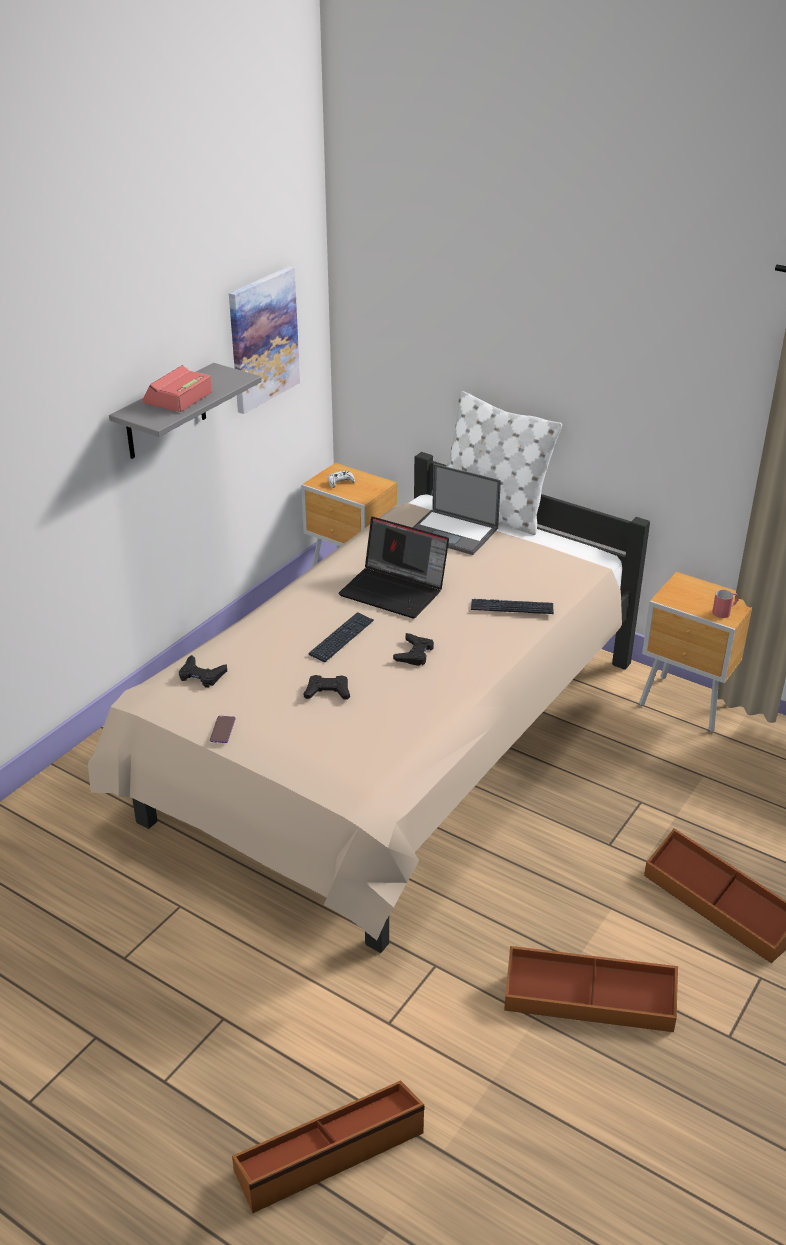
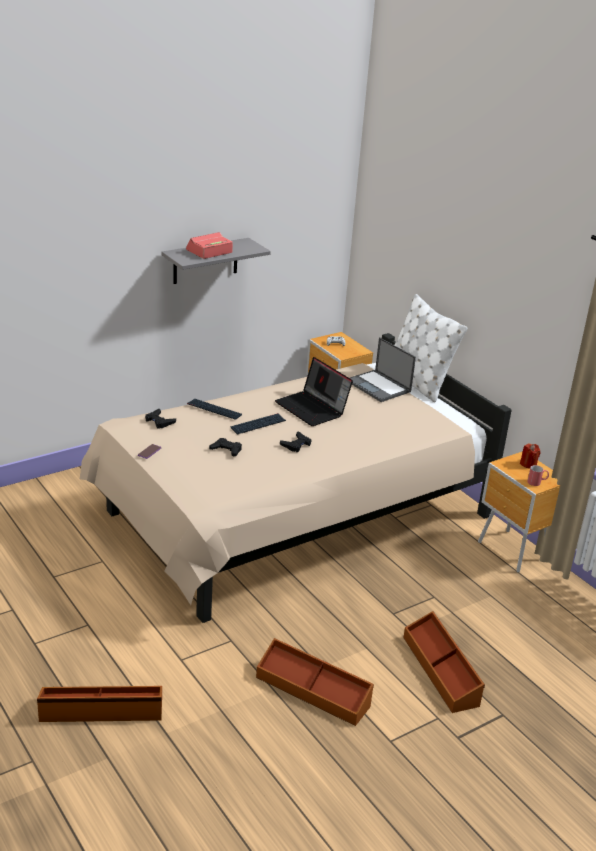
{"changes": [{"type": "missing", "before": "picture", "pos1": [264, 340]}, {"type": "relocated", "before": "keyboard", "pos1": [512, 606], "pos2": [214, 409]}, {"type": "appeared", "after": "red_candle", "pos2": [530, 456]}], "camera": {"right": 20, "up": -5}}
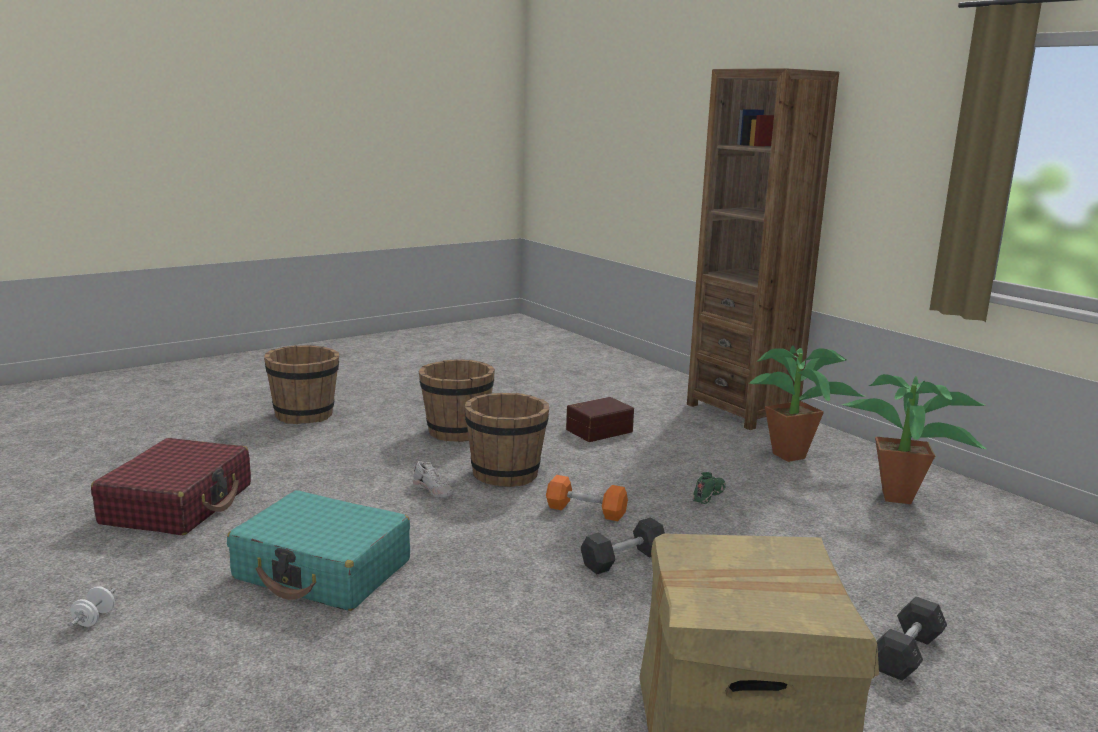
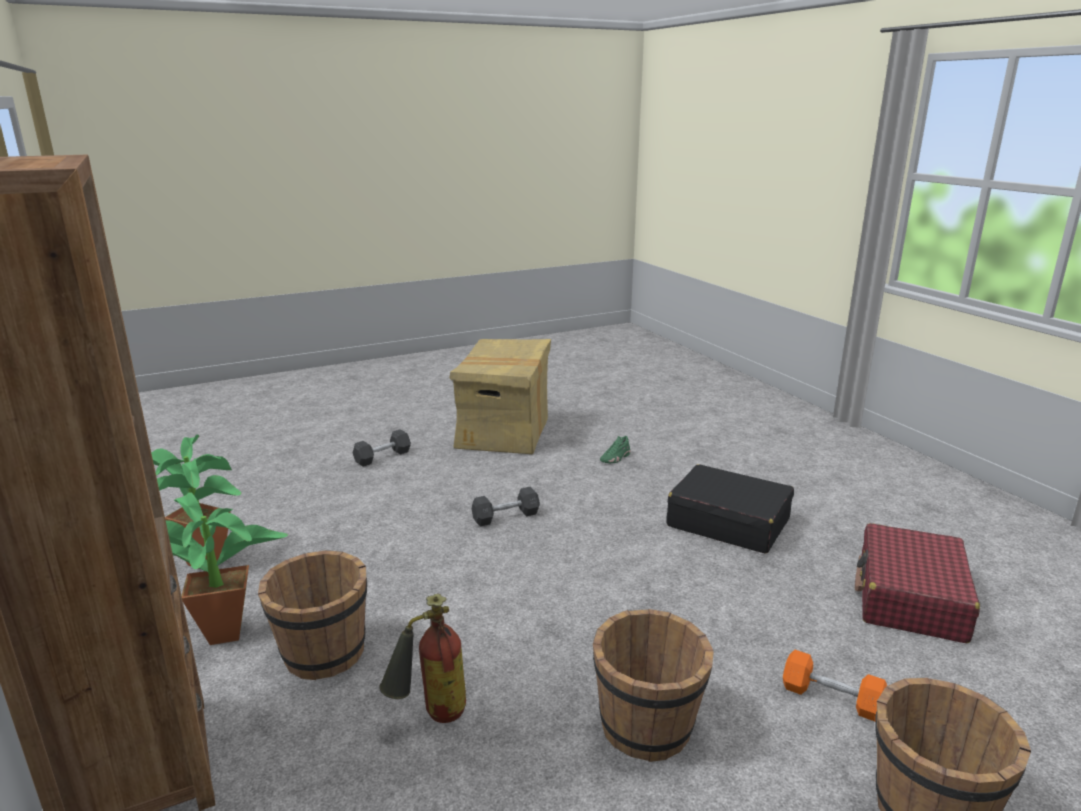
{"changes": [{"type": "relocated", "before": "brown_bucket", "pos1": [507, 440], "pos2": [312, 615]}, {"type": "exchanged", "before": "brown_storage_box", "after": "fire_extinguisher", "pos1": [600, 419], "pos2": [422, 658]}, {"type": "missing", "before": "white_shoe", "pos1": [433, 479]}, {"type": "relocated", "before": "green_shoe", "pos1": [709, 488], "pos2": [615, 449]}, {"type": "relocated", "before": "orange_dumbbell", "pos1": [587, 498], "pos2": [835, 685]}, {"type": "colour", "before": "turquoise_suitcase", "after": "black_suitcase", "pos1": [318, 550], "pos2": [730, 508]}, {"type": "missing", "before": "white_dumbbell", "pos1": [93, 606]}], "camera": {"right": -170, "up": 5}}
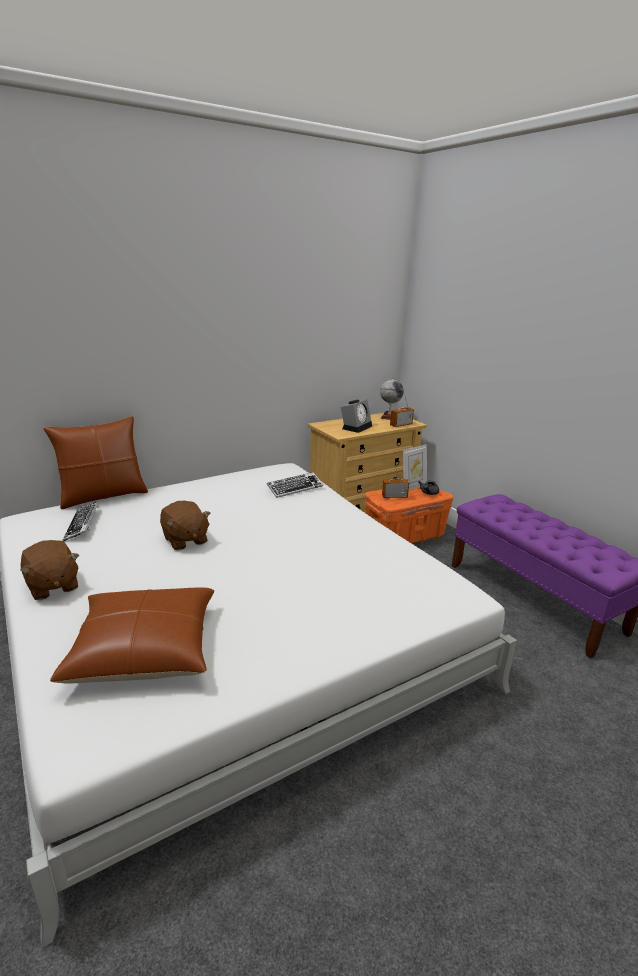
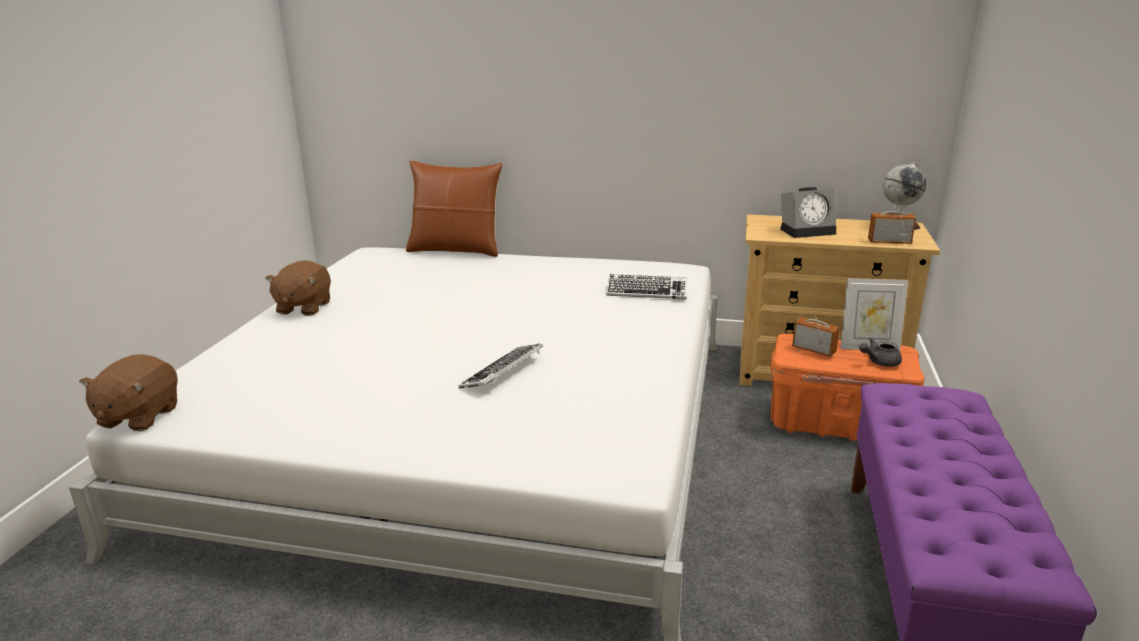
{"changes": [{"type": "relocated", "before": "keyboard", "pos1": [81, 521], "pos2": [501, 366]}, {"type": "relocated", "before": "brown_plush_toy", "pos1": [185, 525], "pos2": [128, 392]}, {"type": "missing", "before": "brown_pillow", "pos1": [132, 636]}], "camera": {"right": 45, "up": 0}}
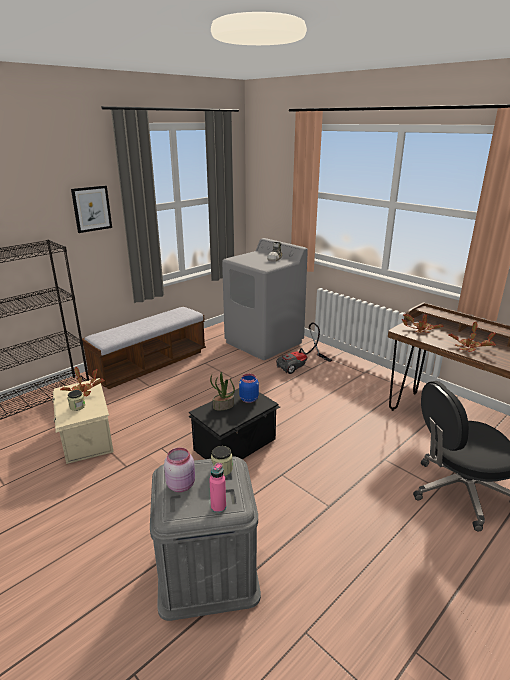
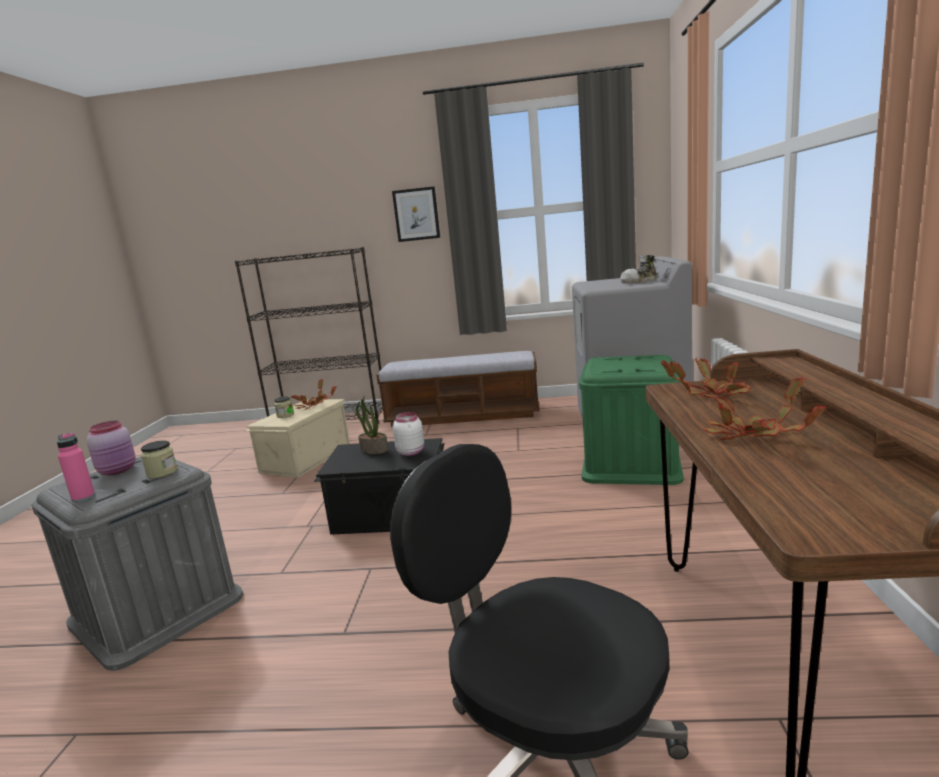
{"changes": [{"type": "exchanged", "before": "vacuum_cleaner", "after": "green_storage_box", "pos1": [304, 348], "pos2": [631, 420]}, {"type": "colour", "before": "blue_jar", "after": "white_jar", "pos1": [249, 388], "pos2": [408, 434]}], "camera": {"right": 50, "up": -10}}
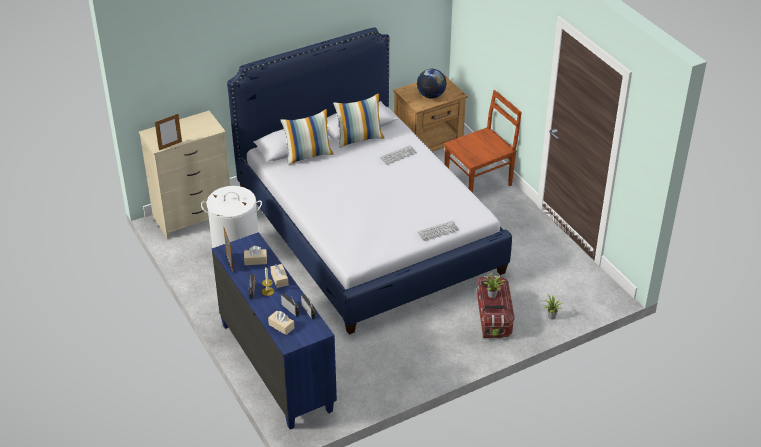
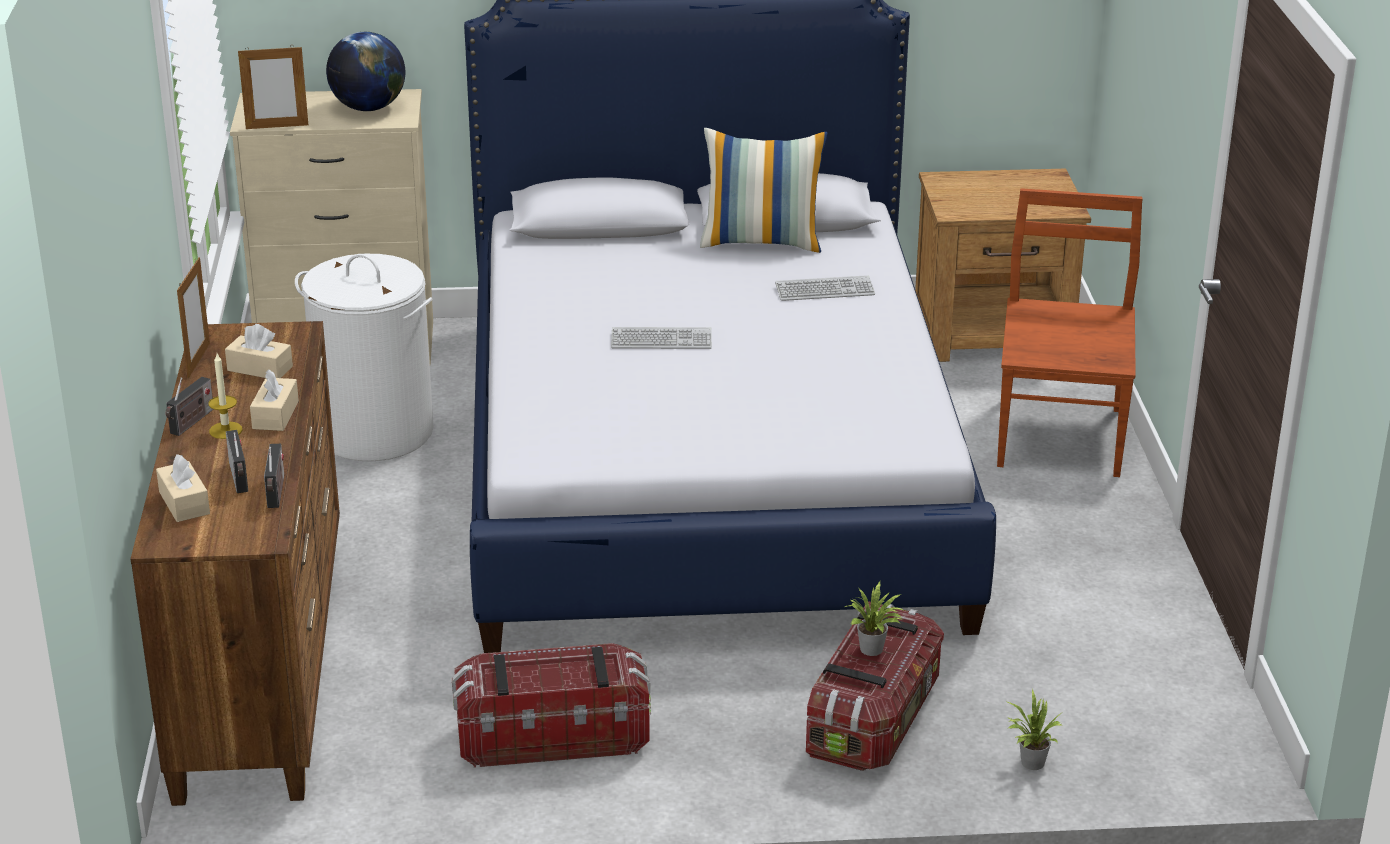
{"changes": [{"type": "relocated", "before": "globe", "pos1": [431, 84], "pos2": [365, 71]}, {"type": "spun", "before": "brown_chair", "pos1": [483, 141], "pos2": [1070, 332], "turn": -75}, {"type": "missing", "before": "pillow", "pos1": [307, 137]}, {"type": "relocated", "before": "keyboard", "pos1": [438, 231], "pos2": [661, 338]}, {"type": "colour", "before": "blue_dresser", "after": "brown_dresser", "pos1": [274, 330], "pos2": [235, 563]}, {"type": "appeared", "after": "storage_box", "pos2": [551, 705]}], "camera": {"right": 25, "up": -10}}
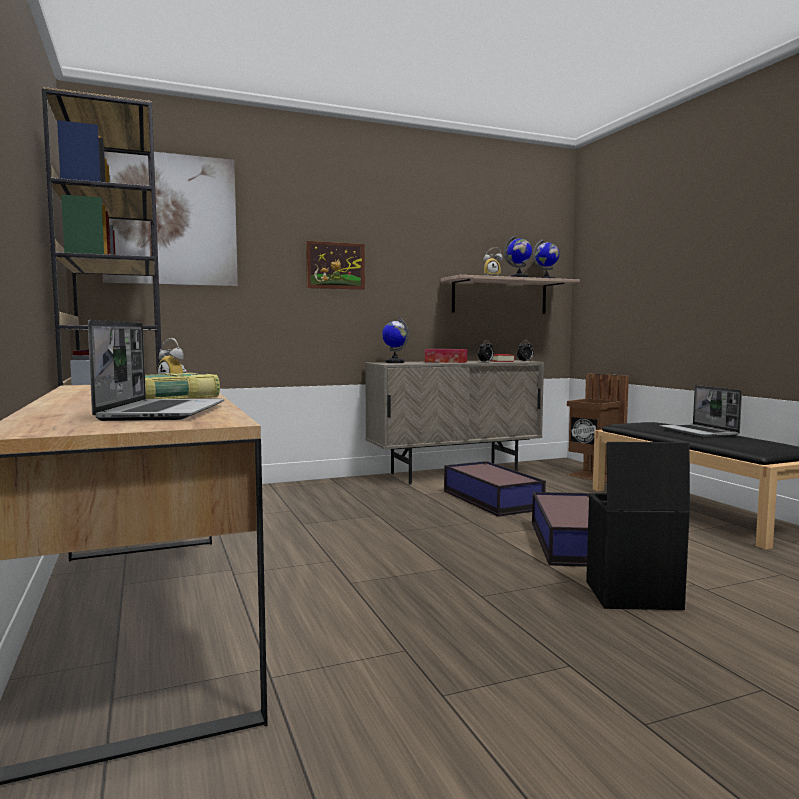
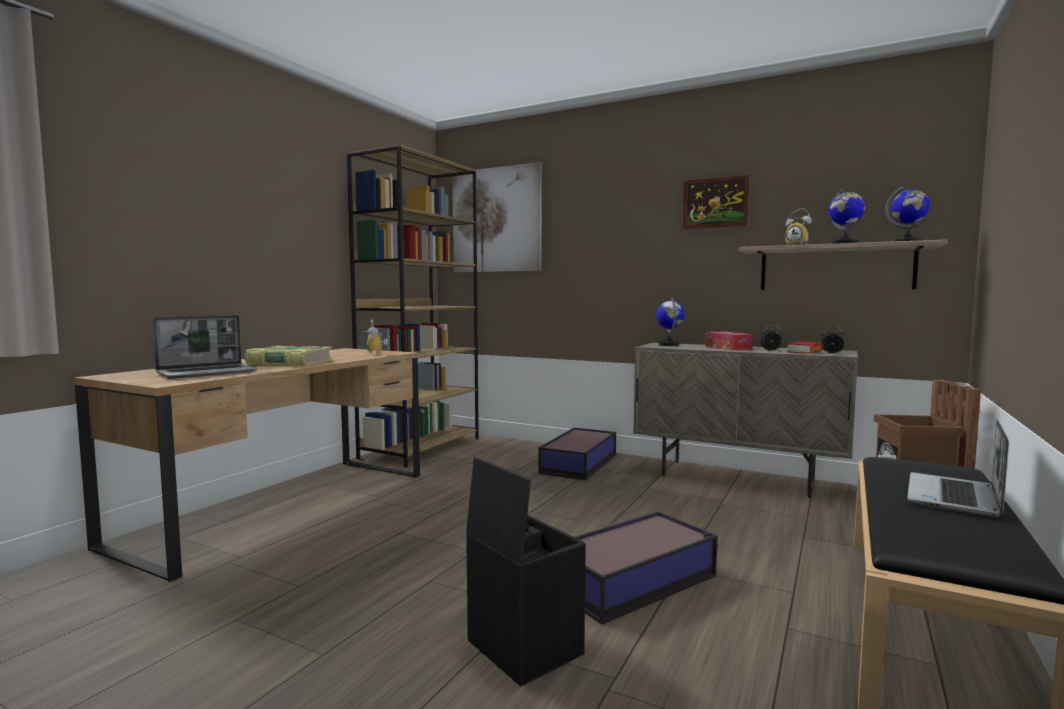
{"changes": [{"type": "relocated", "before": "picture", "pos1": [335, 265], "pos2": [716, 202]}, {"type": "relocated", "before": "storage_box", "pos1": [495, 489], "pos2": [577, 454]}], "camera": {"right": 50, "up": 0}}
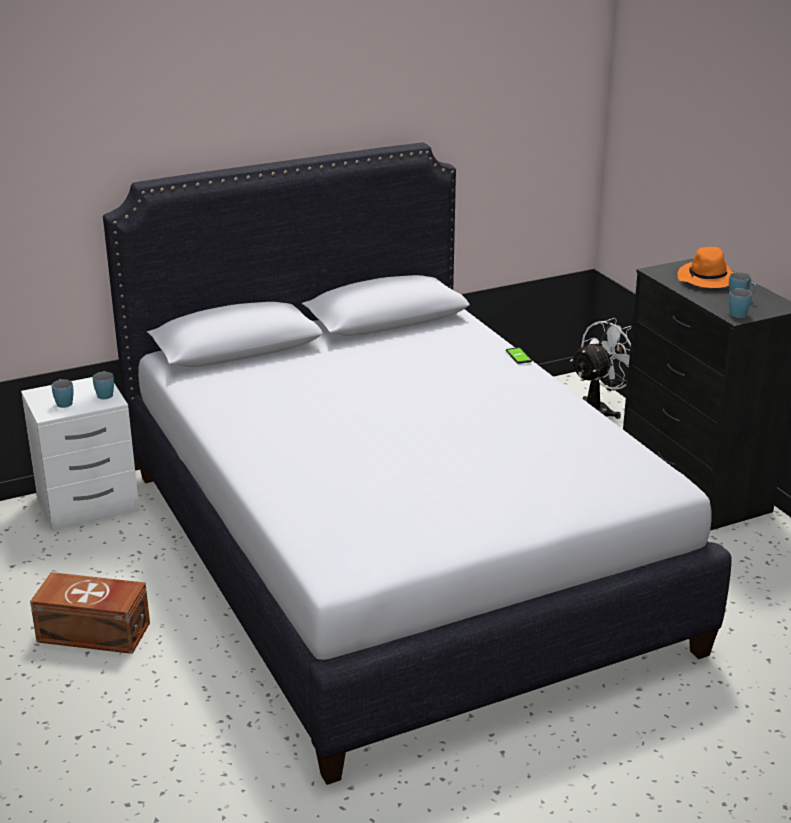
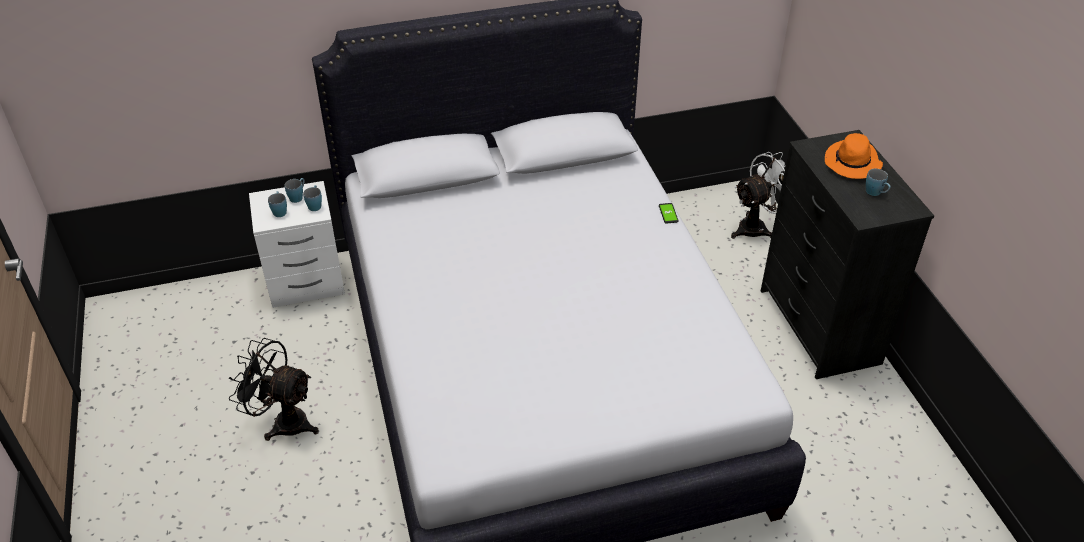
{"changes": [{"type": "relocated", "before": "blue_mug", "pos1": [740, 303], "pos2": [294, 190]}, {"type": "exchanged", "before": "brown_storage_box", "after": "black_fan", "pos1": [90, 613], "pos2": [274, 389]}], "camera": {"right": 10, "up": 15}}
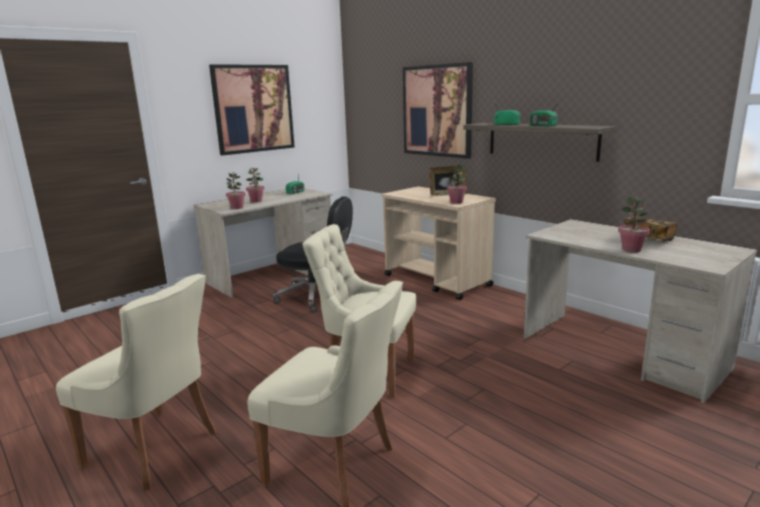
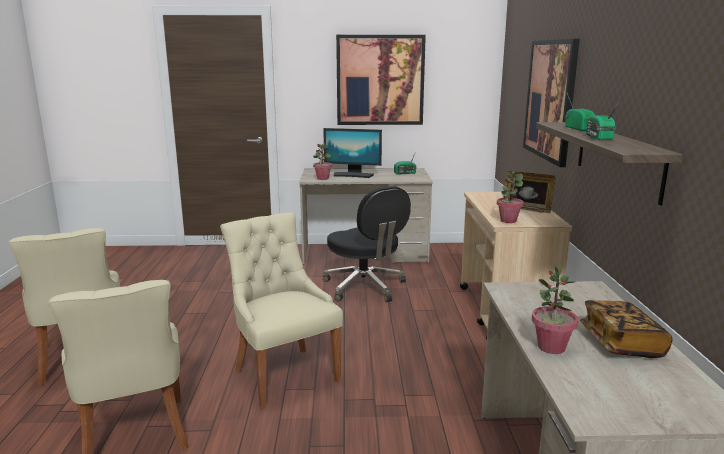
{"changes": [{"type": "exchanged", "before": "potted_plant", "after": "monitor", "pos1": [255, 184], "pos2": [352, 153]}], "camera": {"right": 40, "up": 0}}
